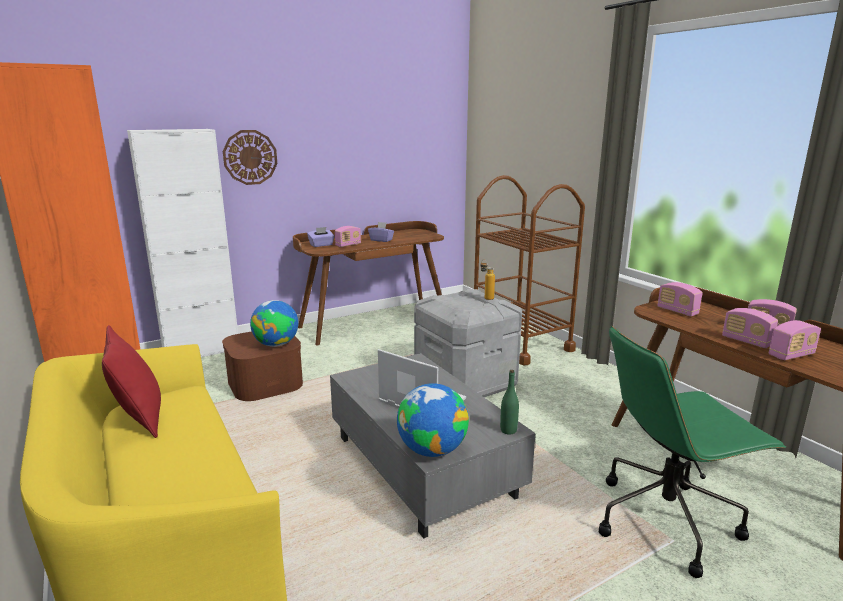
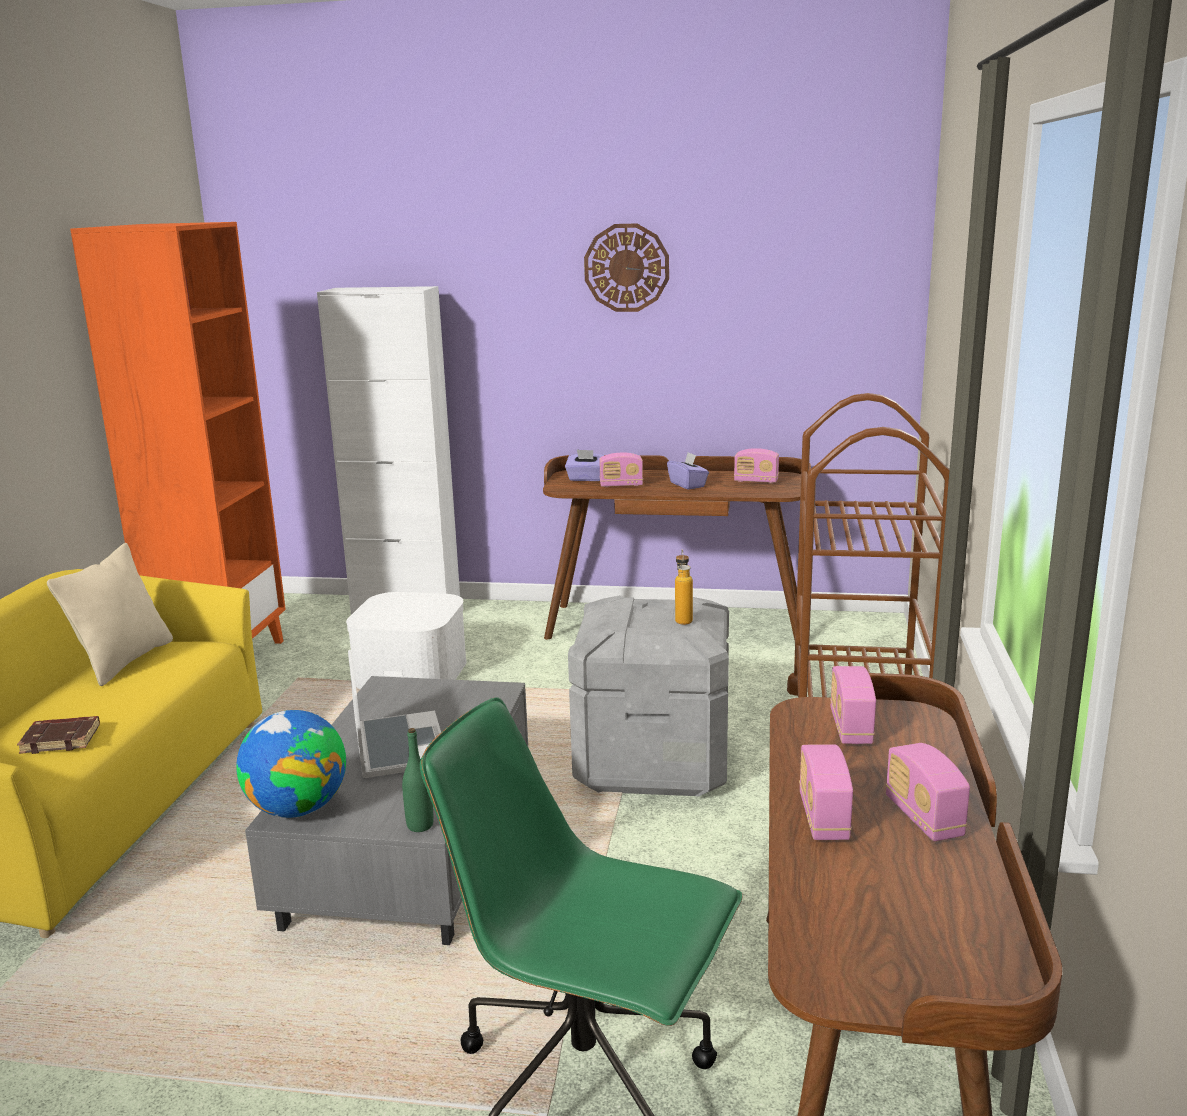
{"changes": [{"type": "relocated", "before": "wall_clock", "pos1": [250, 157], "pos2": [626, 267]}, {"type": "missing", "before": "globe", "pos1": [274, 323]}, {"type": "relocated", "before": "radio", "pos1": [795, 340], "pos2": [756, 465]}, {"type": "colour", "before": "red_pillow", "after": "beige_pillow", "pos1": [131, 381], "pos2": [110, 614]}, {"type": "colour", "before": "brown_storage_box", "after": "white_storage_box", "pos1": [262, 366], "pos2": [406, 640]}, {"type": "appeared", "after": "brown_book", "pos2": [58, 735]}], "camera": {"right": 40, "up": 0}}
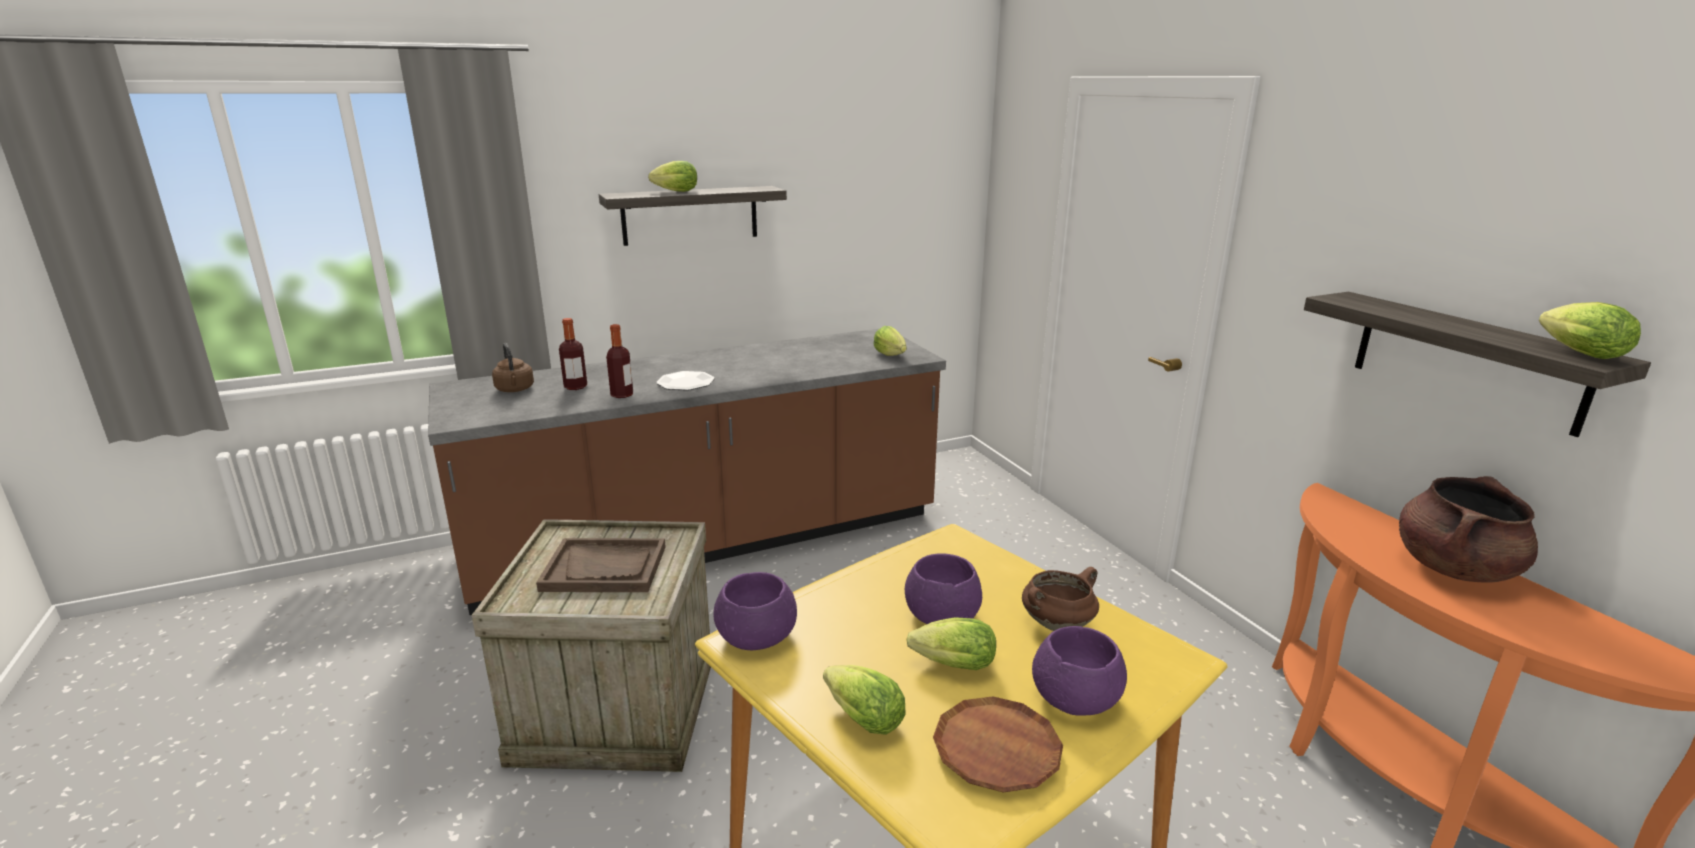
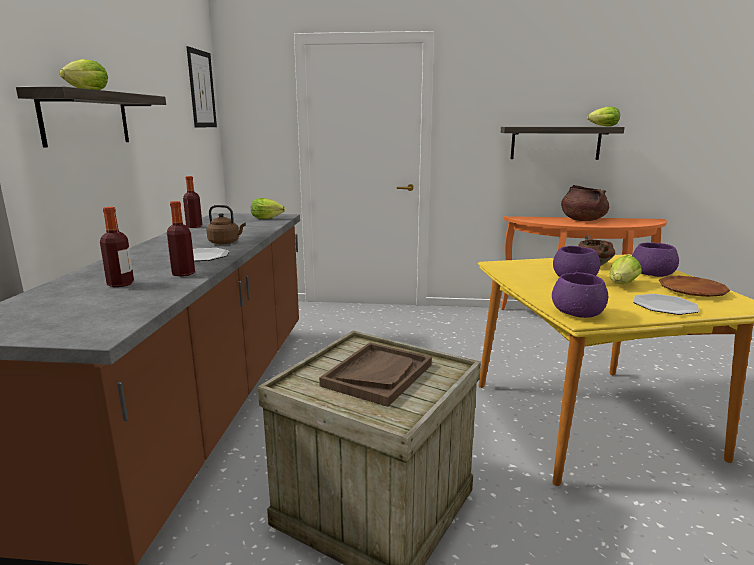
{"changes": [{"type": "relocated", "before": "brown_kettle", "pos1": [513, 367], "pos2": [226, 224]}, {"type": "exchanged", "before": "lettuce", "after": "plate", "pos1": [864, 700], "pos2": [666, 304]}, {"type": "appeared", "after": "picture", "pos2": [201, 87]}, {"type": "appeared", "after": "bottle", "pos2": [192, 202]}], "camera": {"right": -60, "up": -5}}
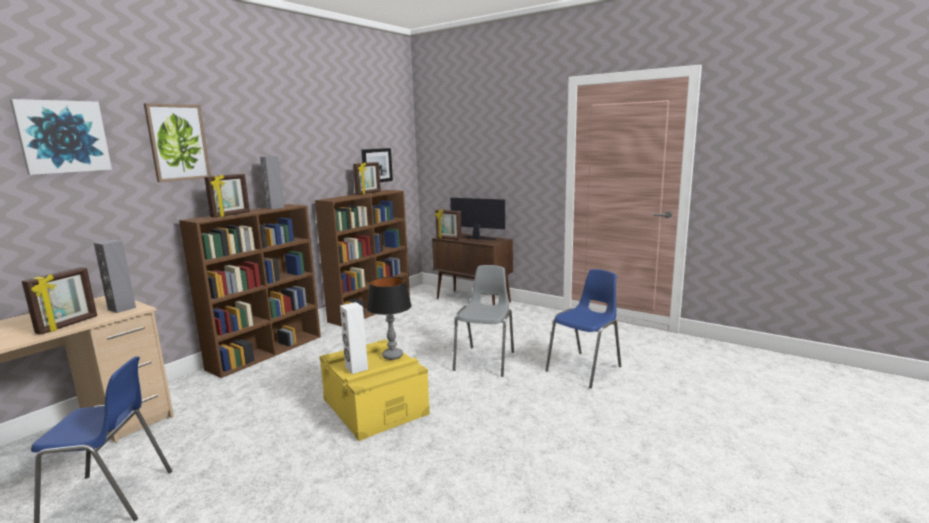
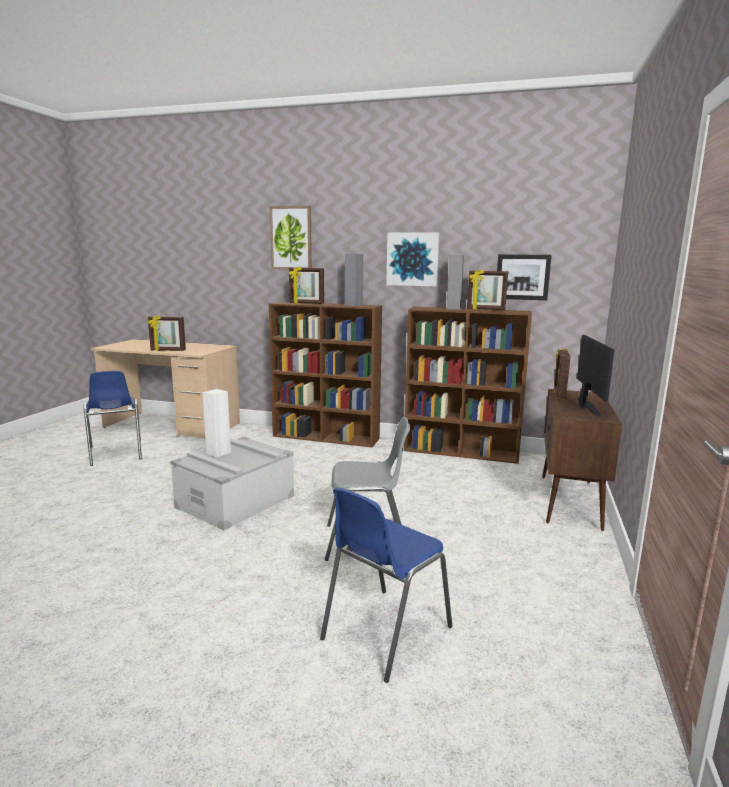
{"changes": [{"type": "relocated", "before": "picture", "pos1": [61, 137], "pos2": [413, 259]}, {"type": "relocated", "before": "grey_speaker", "pos1": [115, 276], "pos2": [455, 282]}, {"type": "spun", "before": "blue_chair", "pos1": [583, 328], "pos2": [386, 585], "turn": 105}, {"type": "missing", "before": "table_lamp", "pos1": [389, 318]}, {"type": "colour", "before": "yellow_storage_box", "after": "grey_storage_box", "pos1": [374, 390], "pos2": [232, 483]}], "camera": {"right": 70, "up": 0}}
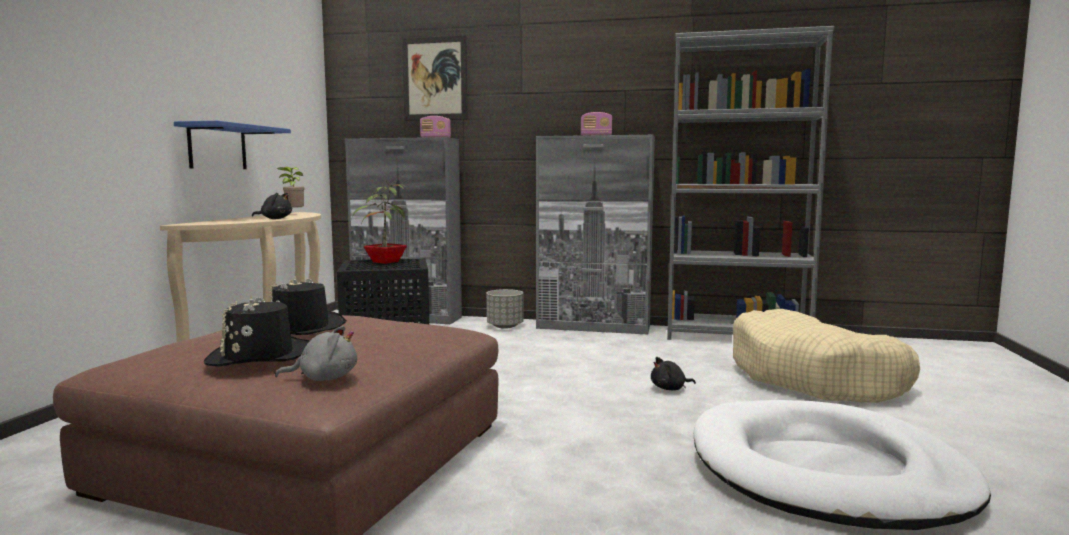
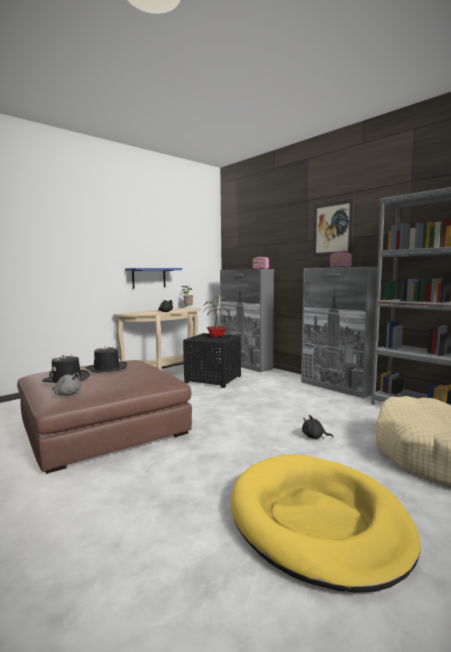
{"changes": [{"type": "relocated", "before": "picture", "pos1": [435, 78], "pos2": [333, 227]}, {"type": "missing", "before": "grey_planter", "pos1": [505, 309]}, {"type": "colour", "before": "white_dog_bed", "after": "yellow_dog_bed", "pos1": [842, 465], "pos2": [326, 523]}], "camera": {"right": 35, "up": 0}}
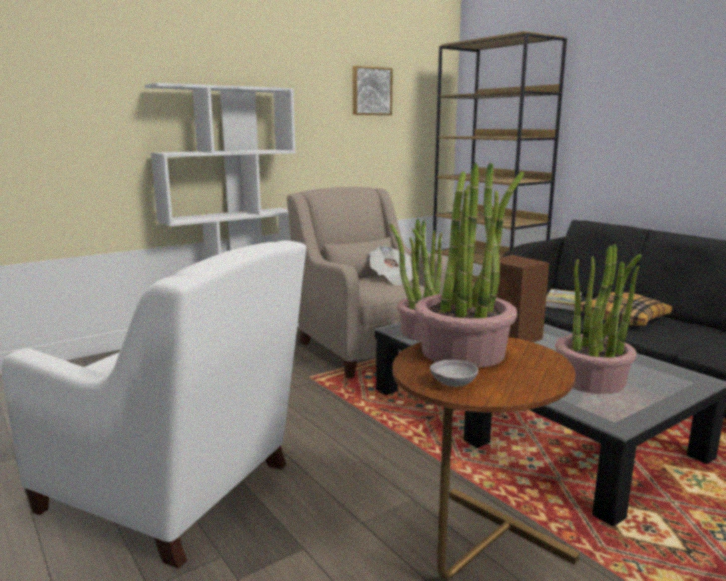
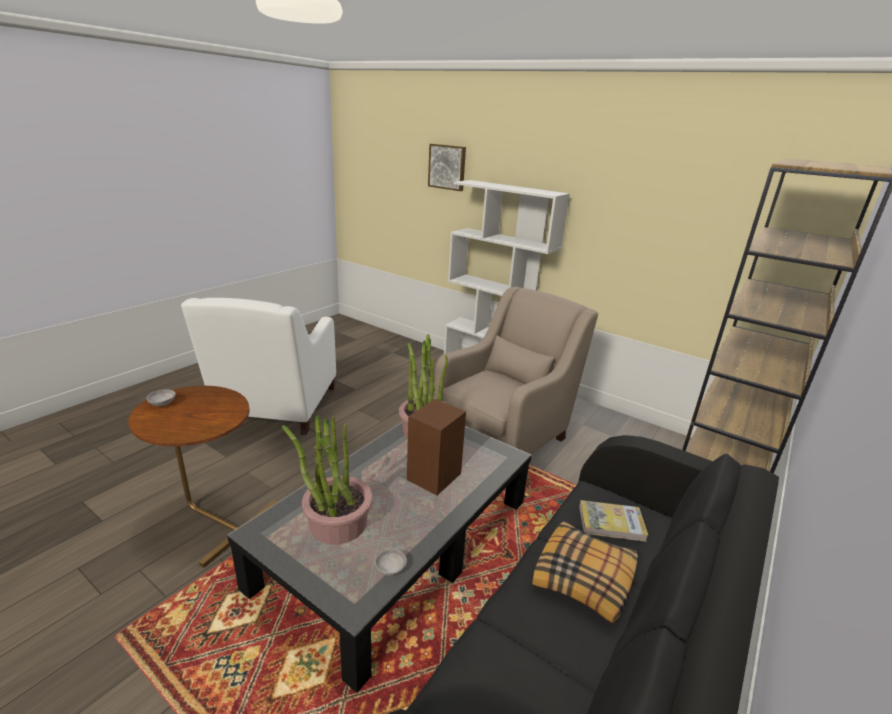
{"changes": [{"type": "relocated", "before": "picture", "pos1": [373, 90], "pos2": [447, 167]}, {"type": "missing", "before": "potted_plant", "pos1": [469, 265]}, {"type": "missing", "before": "newspaper", "pos1": [391, 265]}, {"type": "appeared", "after": "grey_bowl", "pos2": [391, 562]}], "camera": {"right": 70, "up": 10}}
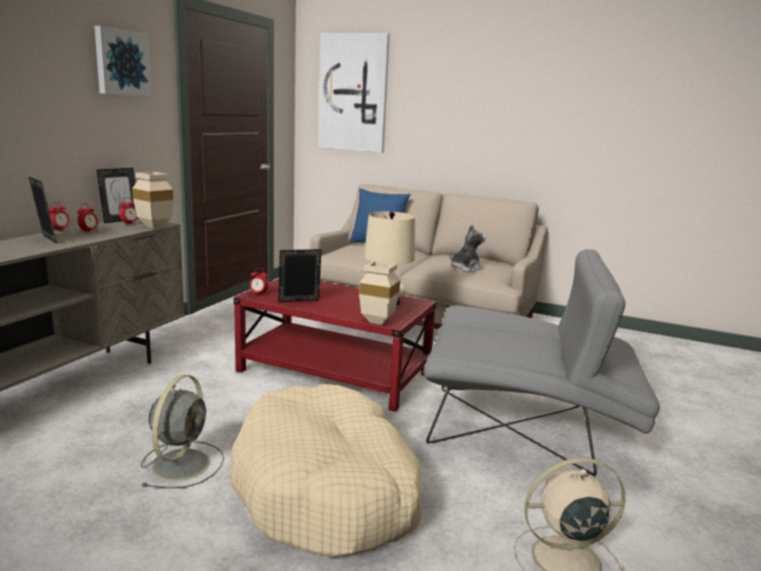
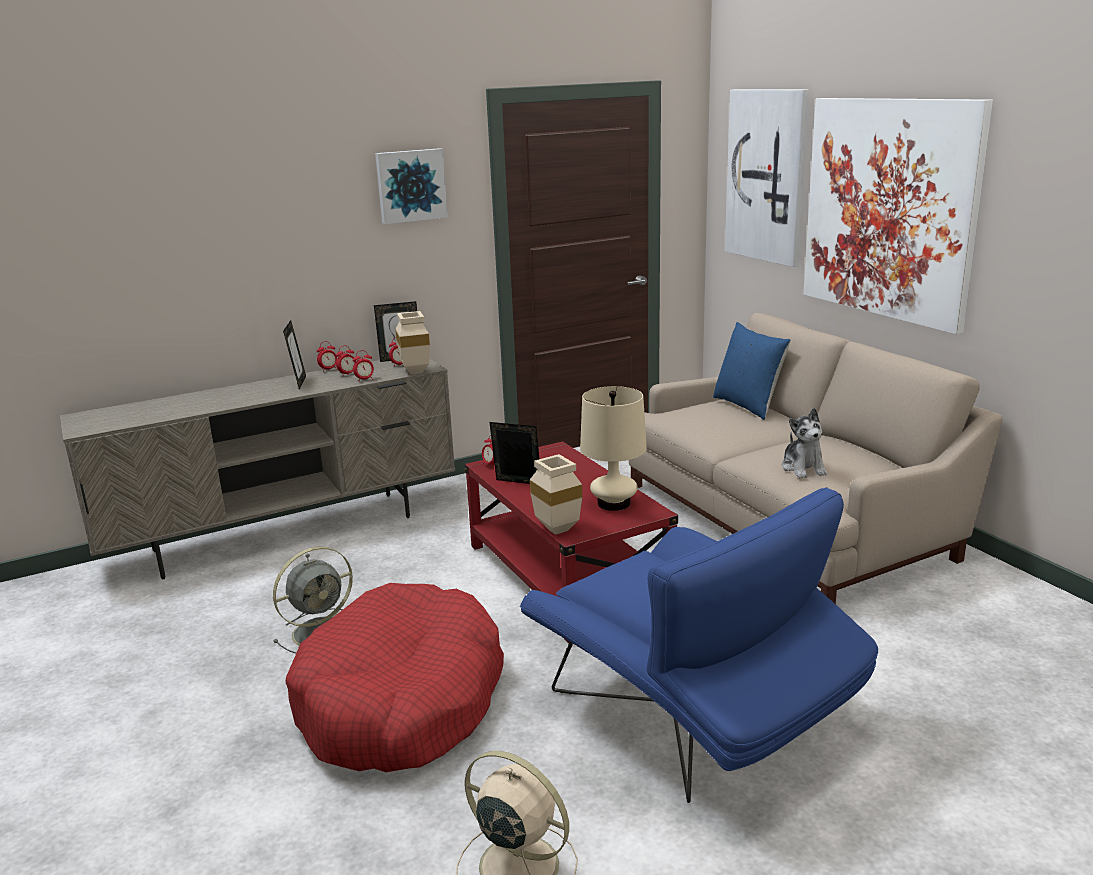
{"changes": [{"type": "spun", "before": "plush_toy", "pos1": [467, 248], "pos2": [804, 443], "turn": 75}, {"type": "colour", "before": "grey_armchair", "after": "blue_armchair", "pos1": [541, 362], "pos2": [699, 645]}, {"type": "colour", "before": "beige_dog_bed", "after": "red_dog_bed", "pos1": [325, 470], "pos2": [394, 677]}, {"type": "appeared", "after": "picture", "pos2": [898, 216]}, {"type": "appeared", "after": "alarm_clock", "pos2": [363, 366]}], "camera": {"right": 40, "up": 5}}
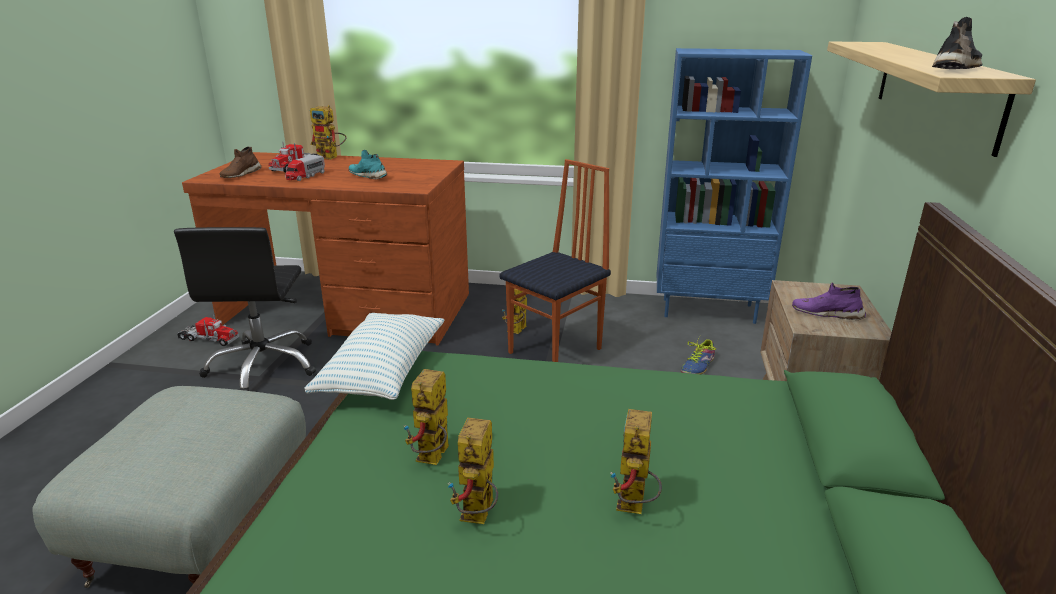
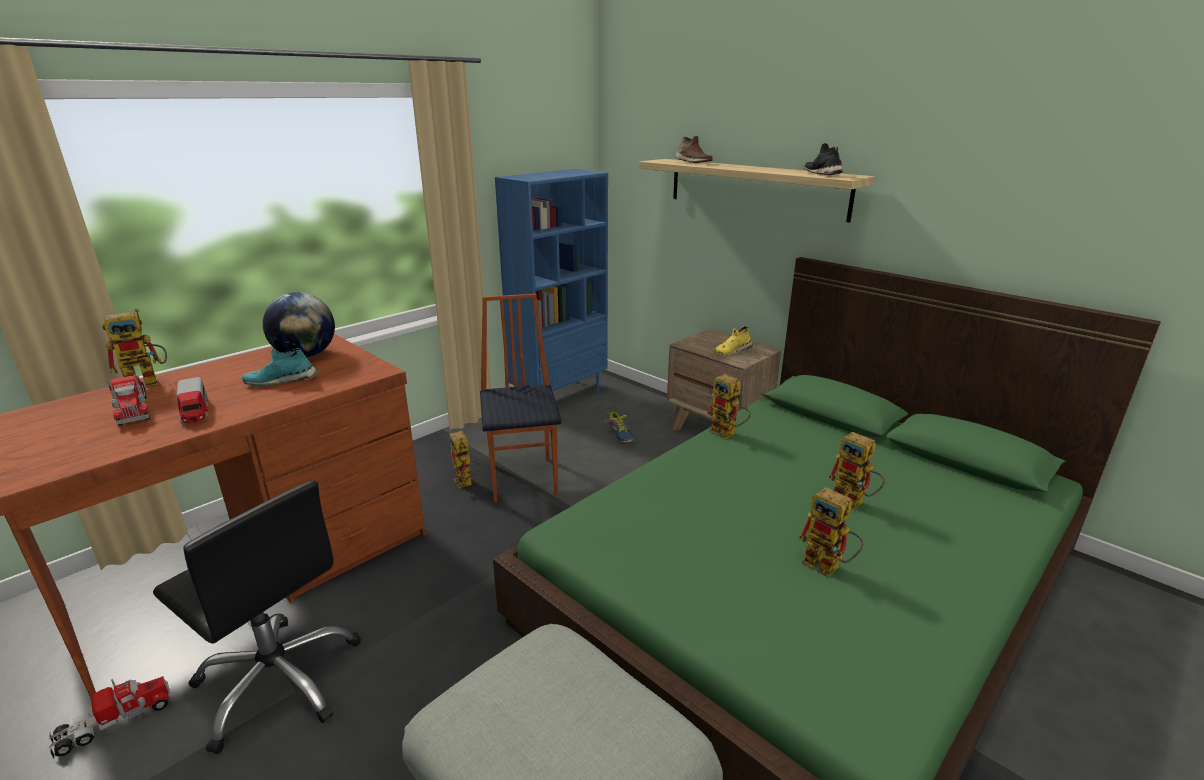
{"changes": [{"type": "relocated", "before": "brown_shoe", "pos1": [240, 162], "pos2": [694, 149]}, {"type": "colour", "before": "purple_shoe", "after": "yellow_shoe", "pos1": [829, 301], "pos2": [734, 340]}, {"type": "missing", "before": "pillow", "pos1": [374, 356]}, {"type": "relocated", "before": "toy_robot", "pos1": [426, 417], "pos2": [729, 406]}, {"type": "appeared", "after": "globe", "pos2": [299, 325]}], "camera": {"right": -55, "up": 0}}
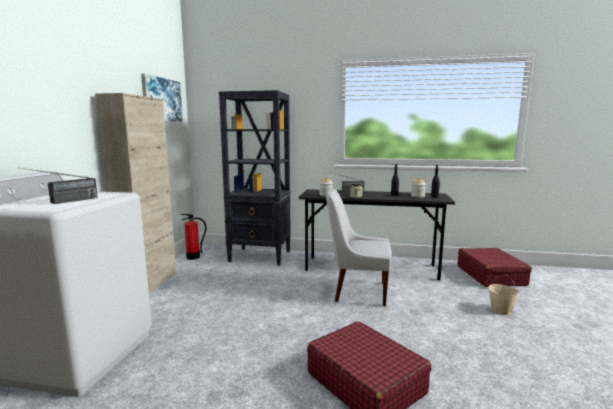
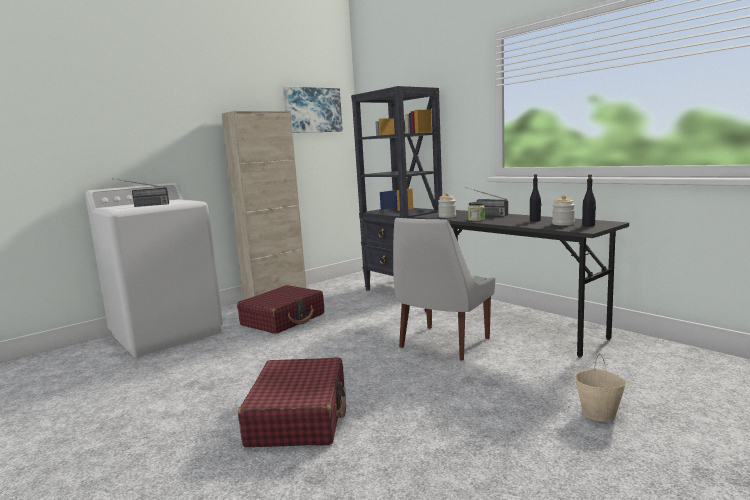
{"changes": [{"type": "spun", "before": "white_chair", "pos1": [359, 248], "pos2": [444, 289], "turn": -105}, {"type": "missing", "before": "fire_extinguisher", "pos1": [193, 237]}, {"type": "relocated", "before": "red_suitcase", "pos1": [495, 267], "pos2": [280, 309]}], "camera": {"right": 40, "up": 0}}
